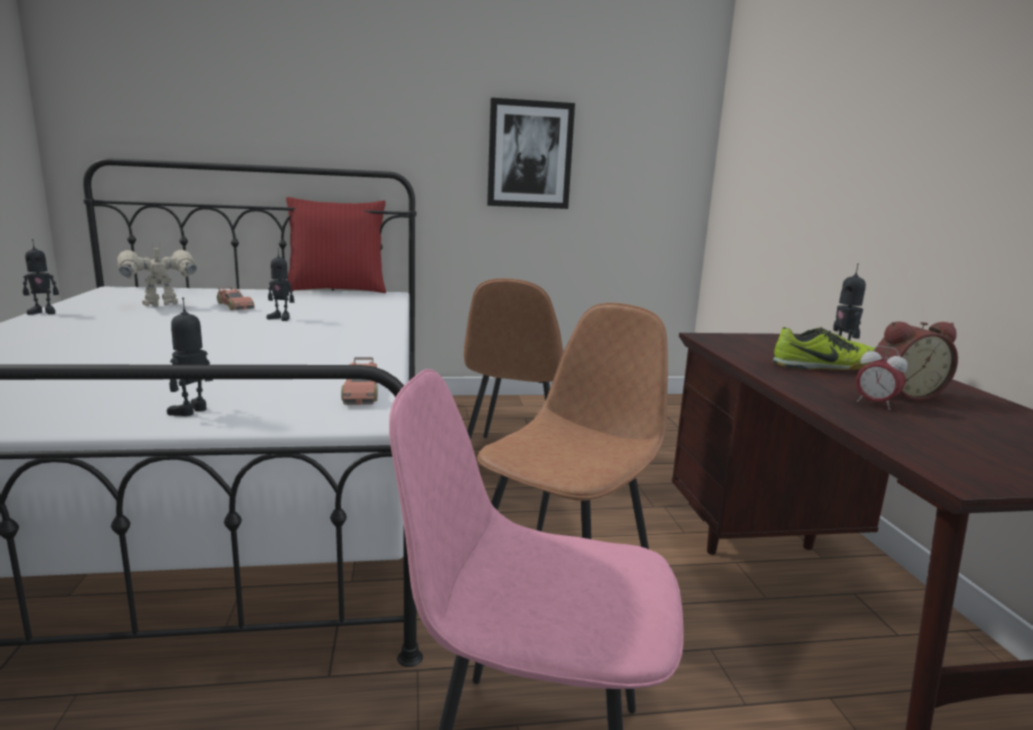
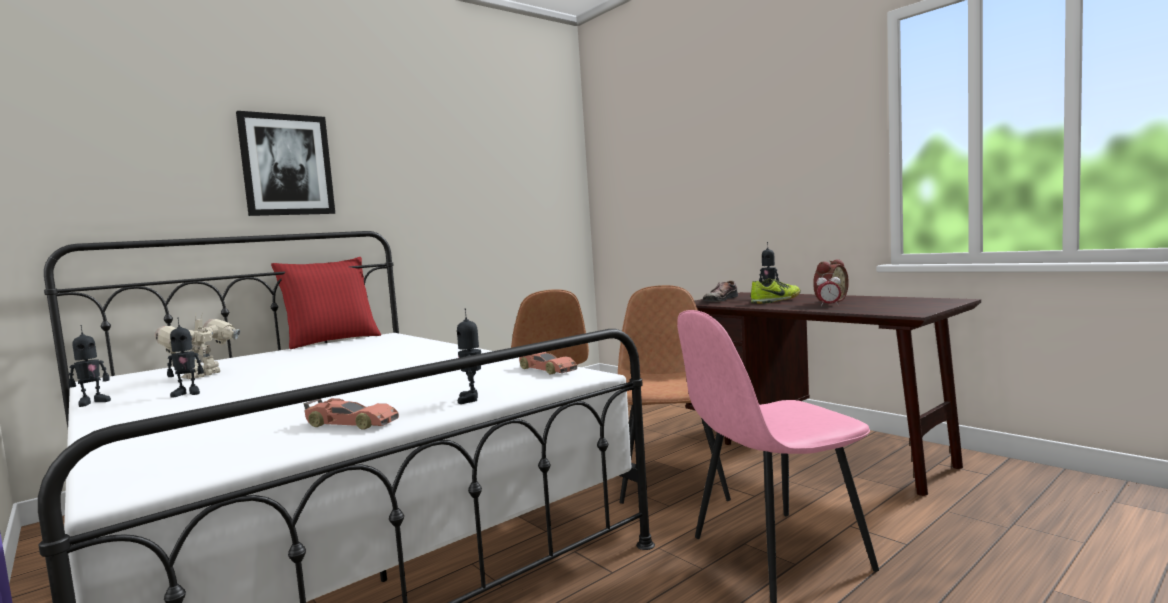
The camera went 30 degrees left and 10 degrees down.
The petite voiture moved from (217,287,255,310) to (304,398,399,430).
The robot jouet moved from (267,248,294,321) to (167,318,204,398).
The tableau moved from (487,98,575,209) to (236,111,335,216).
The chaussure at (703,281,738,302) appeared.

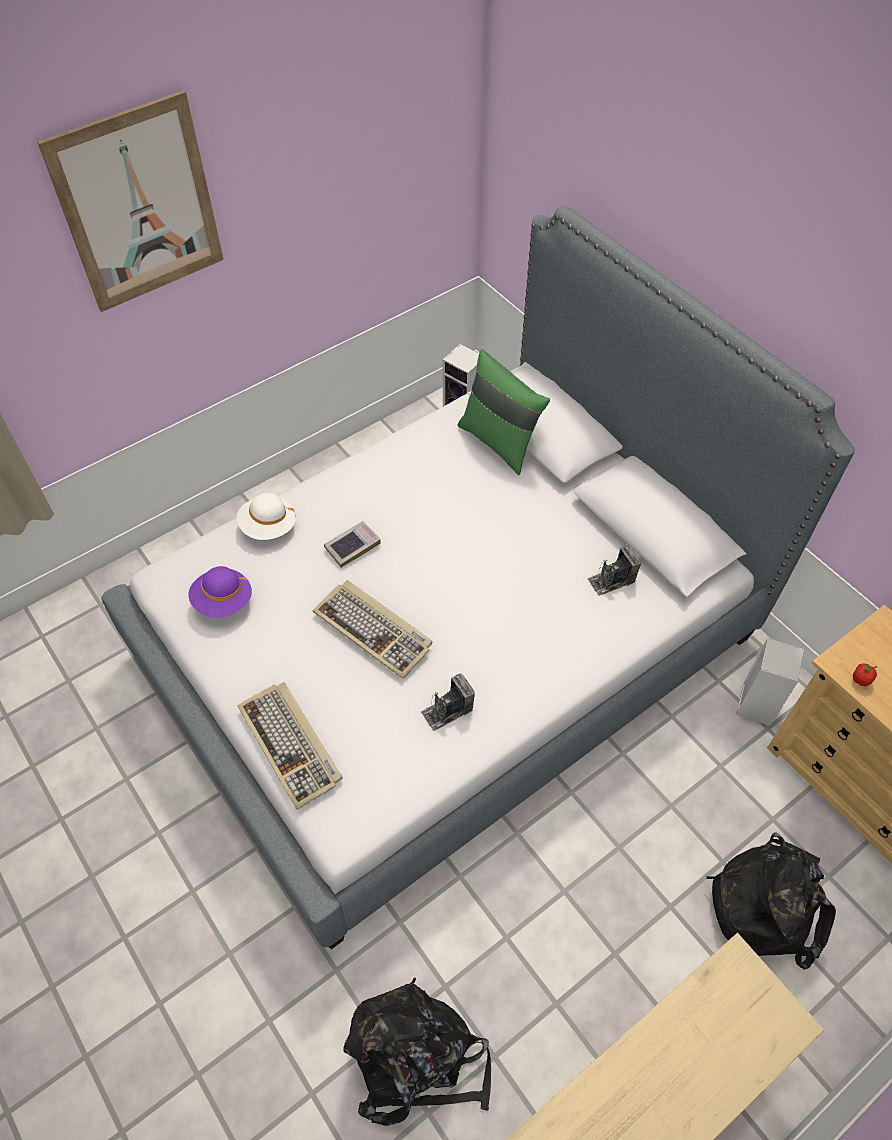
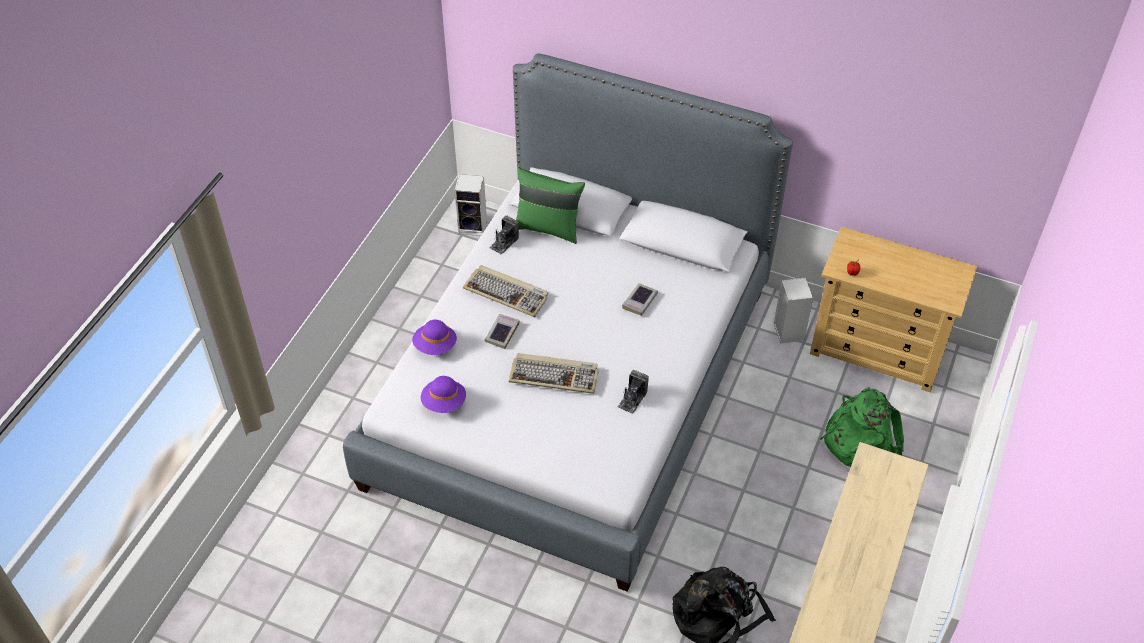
The camera went 30 degrees left and 5 degrees down.
The tableau at (37,90,224,312) disappeared.
The chapeau/blanc at (237,493,296,540) became the chapeau/violet at (412,320,457,355).
The clavier moved from (238,682,342,809) to (463,265,548,317).
The appareil photo moved from (587,546,641,596) to (489,215,519,254).
The sac à dos/noir at (706,832,836,970) became the sac à dos/vert at (820,388,904,467).
The livre at (622,283,658,316) appeared.

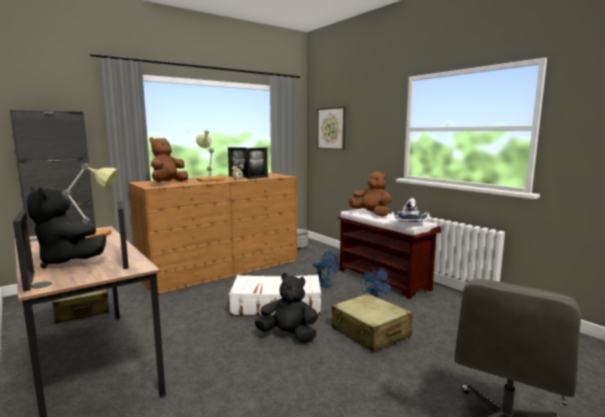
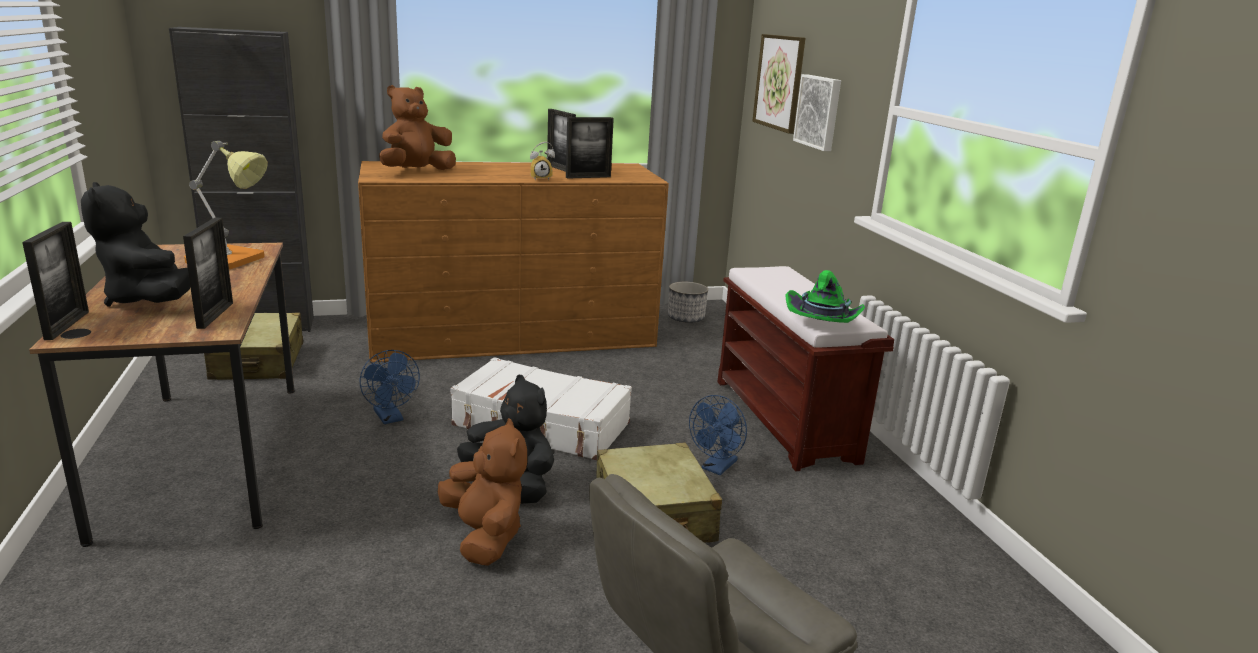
The camera went 20 degrees right and 10 degrees up.
The lampe de table at (196,130,224,182) disappeared.
The ventilateur/bleu moved from (313,251,338,288) to (360,350,420,424).
The peluche/marron moved from (349,170,392,217) to (438,418,527,566).
The chapeau/blanc at (391,198,430,222) became the chapeau/vert at (785,270,865,323).
The tableau at (793,74,841,151) appeared.

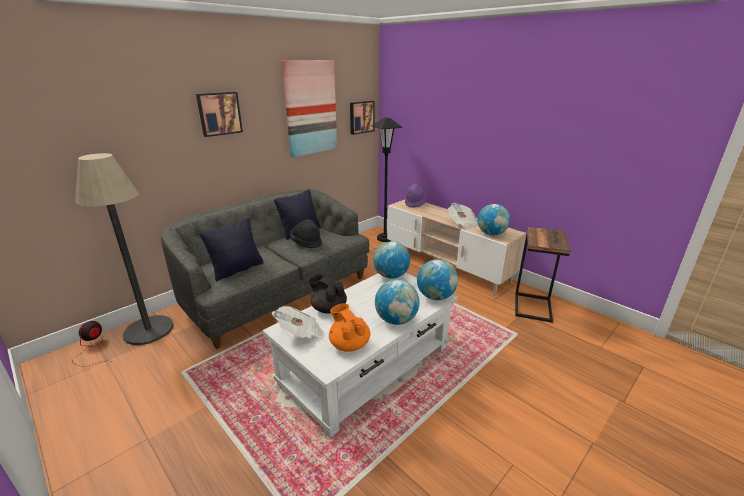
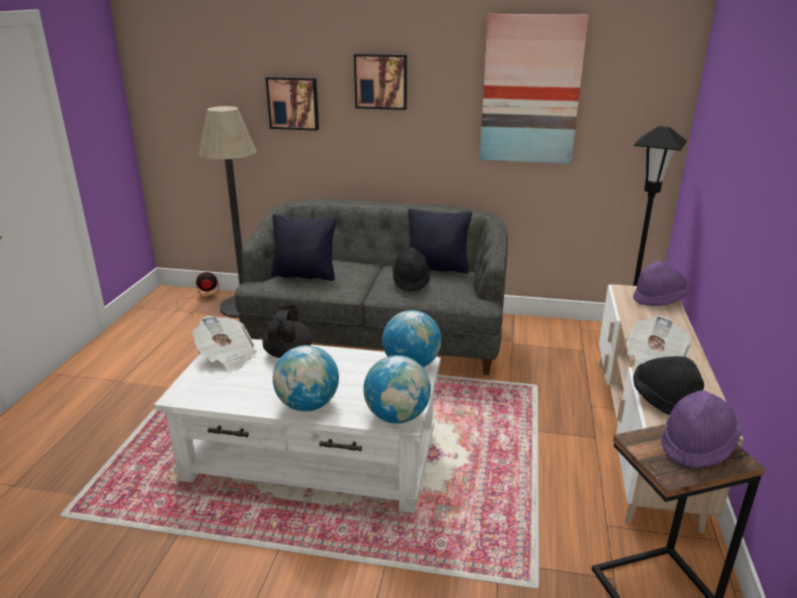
The camera went 55 degrees right and 0 degrees up.
The théière/orange at (329,303,370,352) disappeared.
The tableau moved from (350,101,375,135) to (266,77,319,131).
The globe at (477,204,510,235) was replaced by the chapeau/noir at (633,356,704,415).
The chapeau/violet at (661,390,742,468) appeared.

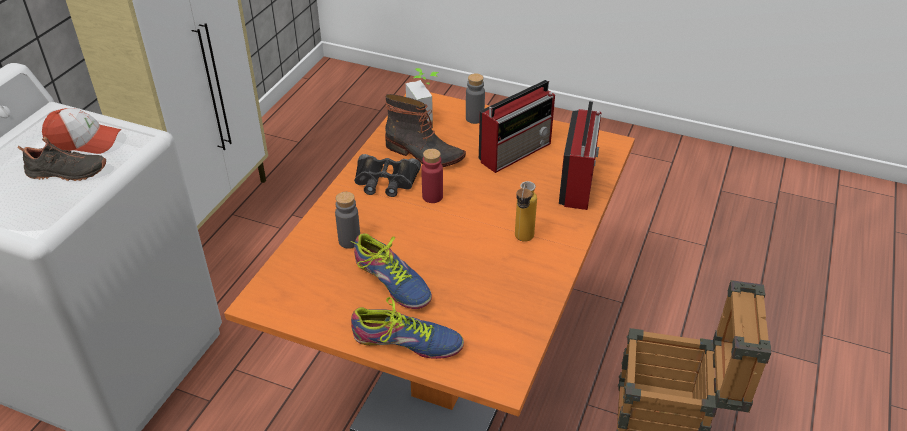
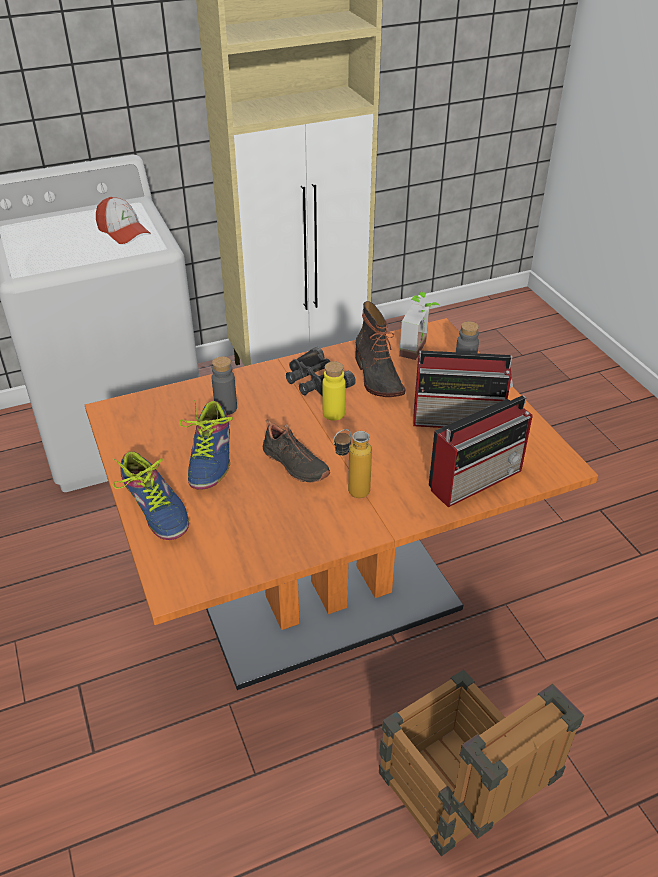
The camera went 45 degrees right and 0 degrees up.
The chaussure/noir moved from (17,137,106,181) to (263,419,330,483).
The bouteille/rouge at (421,149,443,203) became the bouteille/jaune at (322,361,346,421).

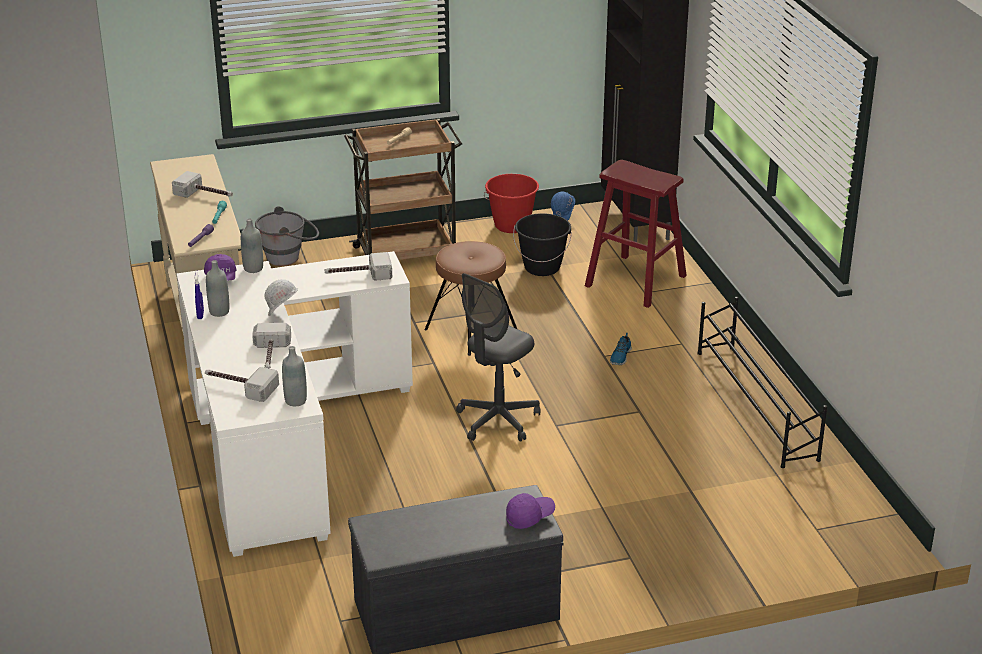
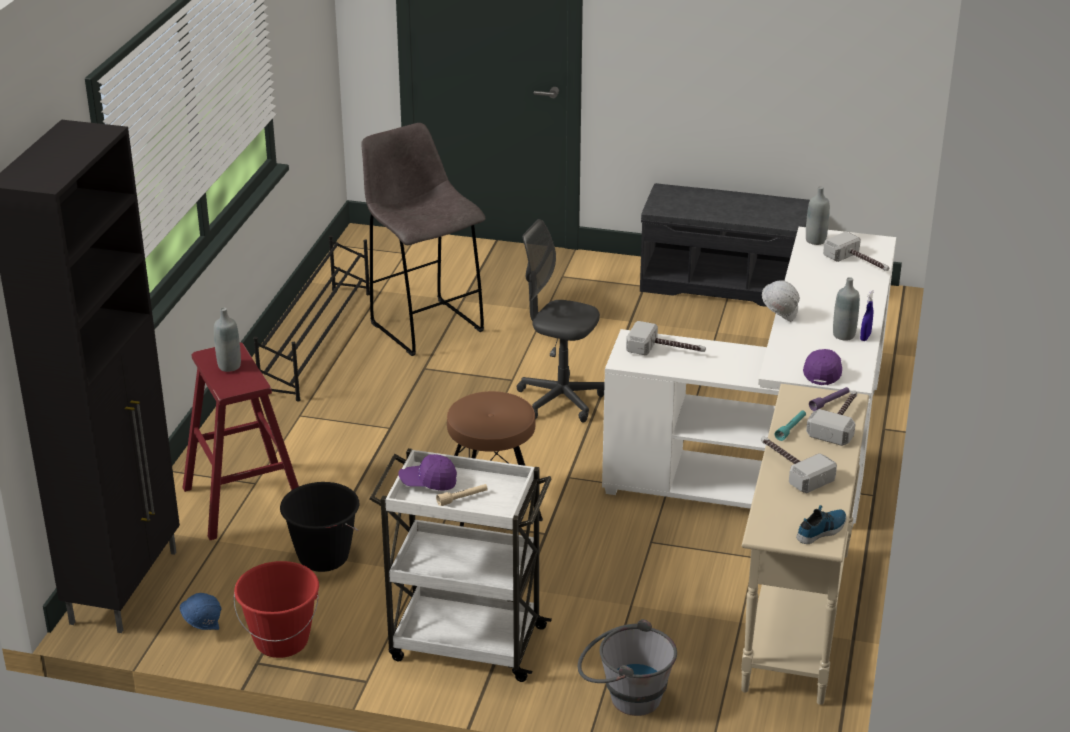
The camera went 150 degrees left and 0 degrees up.
The bouteille/gris moved from (241,218,263,273) to (214,308,241,372).
The marteau moved from (252,323,291,369) to (806,391,857,446).
The chariot/marron at (344,119,462,260) became the chariot/blanc at (369,448,552,682).
The chaise de bureau/gris at (456,273,540,442) turned 135 degrees counterclockwise.
The casquette/violet moved from (506,493,555,529) to (398,454,457,490).
The chaussure moved from (610,333,632,365) to (796,505,846,544).
The tabouret/gris at (361,123,485,356) appeared.

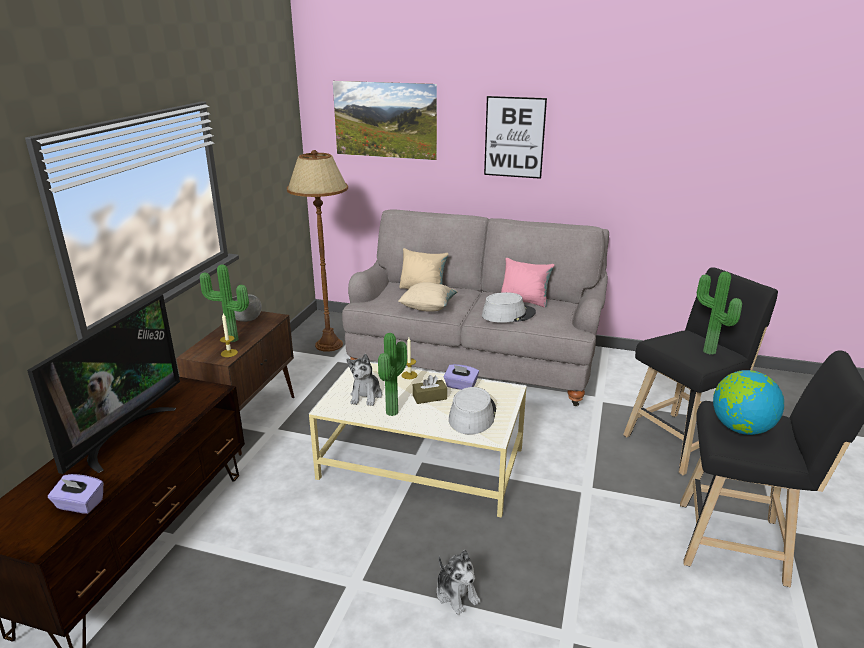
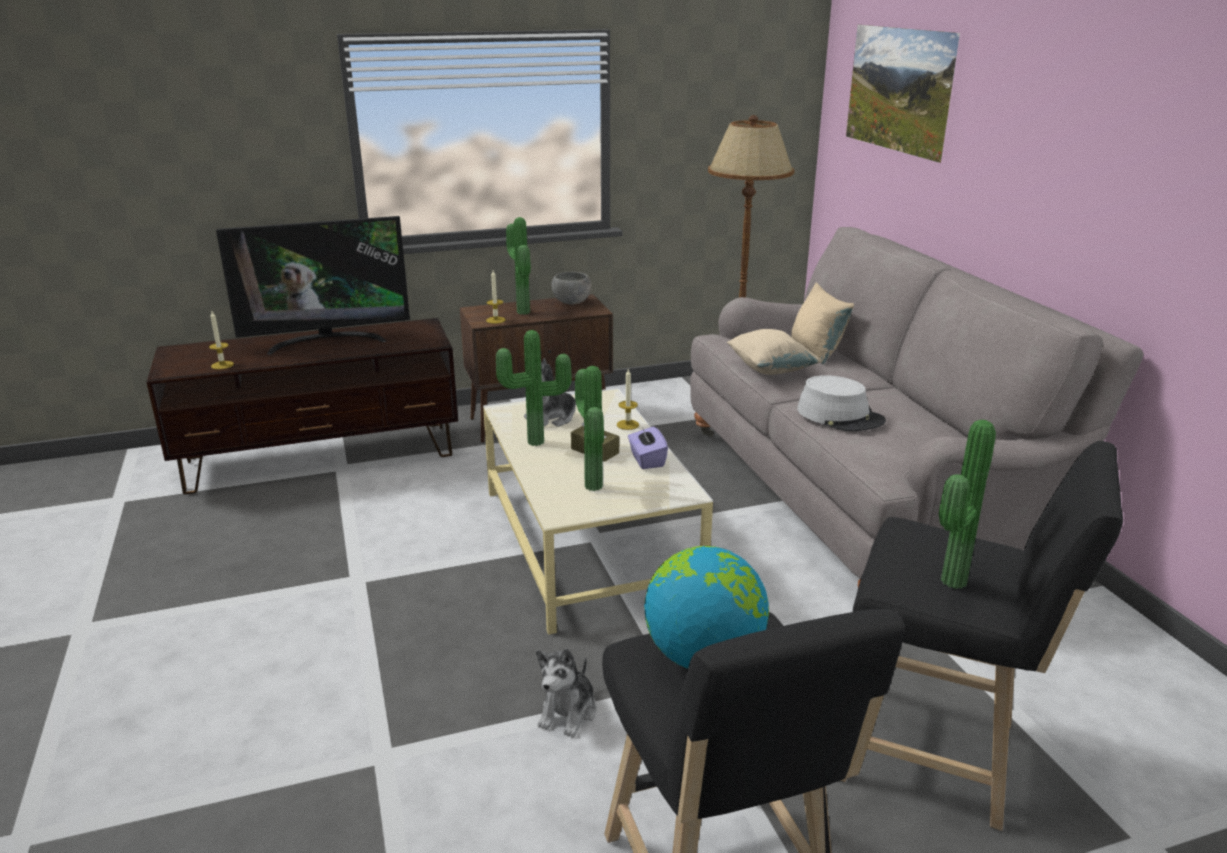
The camera went 55 degrees right and 0 degrees up.
The boîte à mouchoirs/violet at (48,474,103,514) was replaced by the bougie at (209,311,234,369).
The peluche moved from (437,550,481,615) to (536,648,597,738).
The chapeau/gris at (449,387,496,435) was replaced by the plante en pot at (575,366,604,491).
The tableau at (484,96,547,179) disappeared.
The coussin/rose at (501,258,554,307) disappeared.

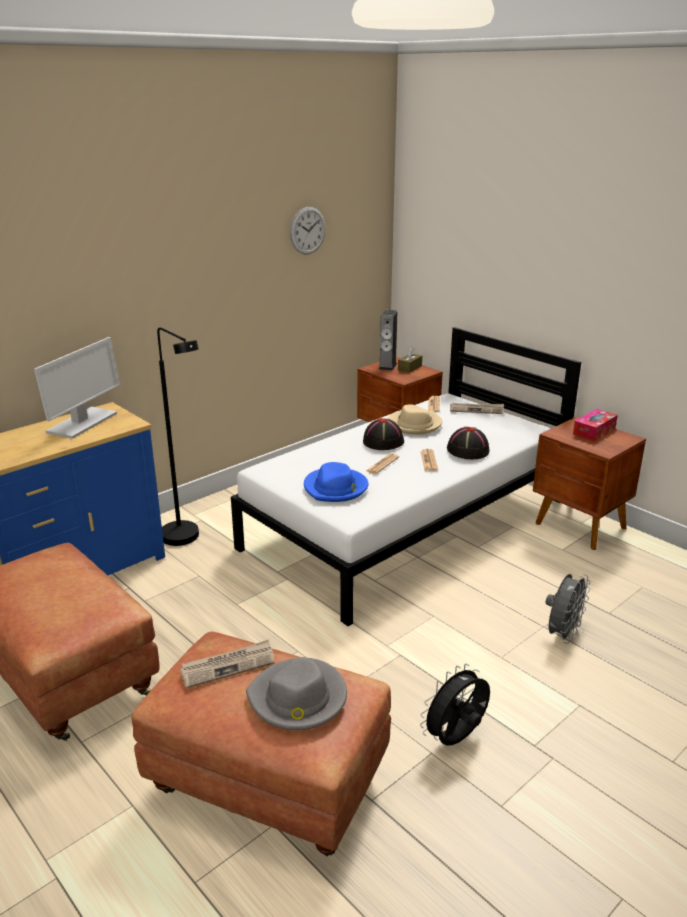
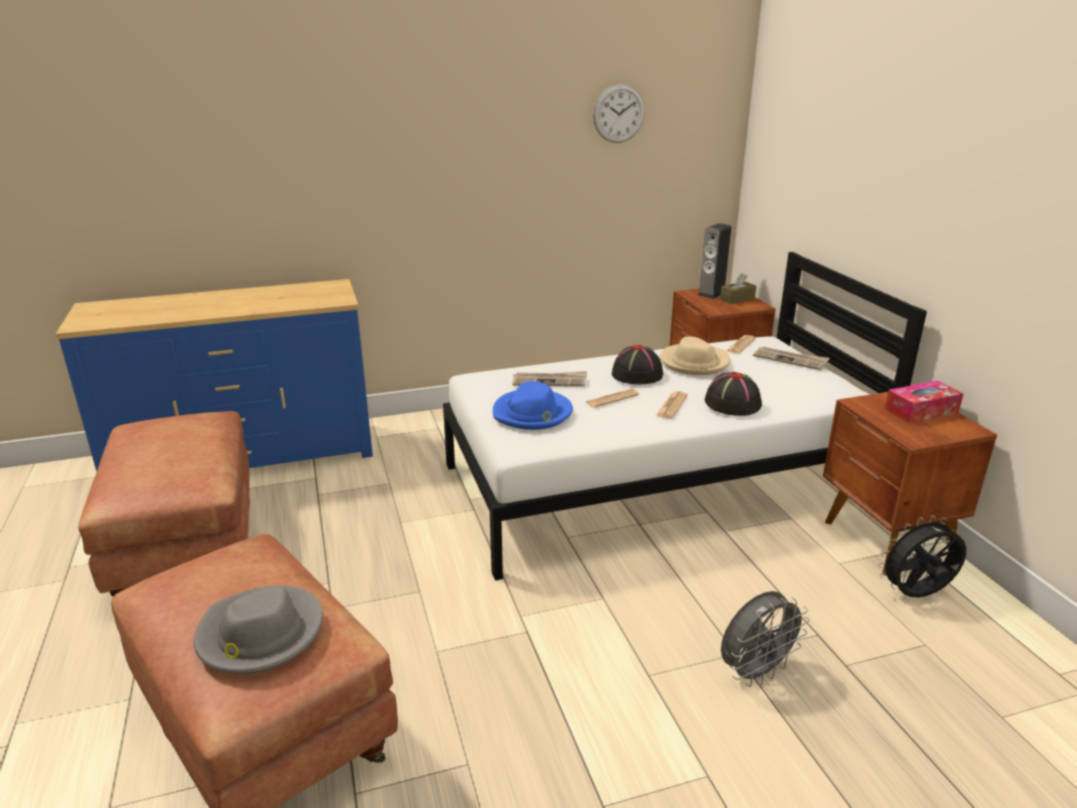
The camera went 25 degrees right and 0 degrees up.
The écran d'ordinateur at (34,337,120,439) disappeared.
The lampadaire/noir at (157,328,199,546) disappeared.
The journal moved from (180,639,274,689) to (512,371,587,386).
The ventilateur/noir moved from (420,664,490,746) to (878,515,966,598).

